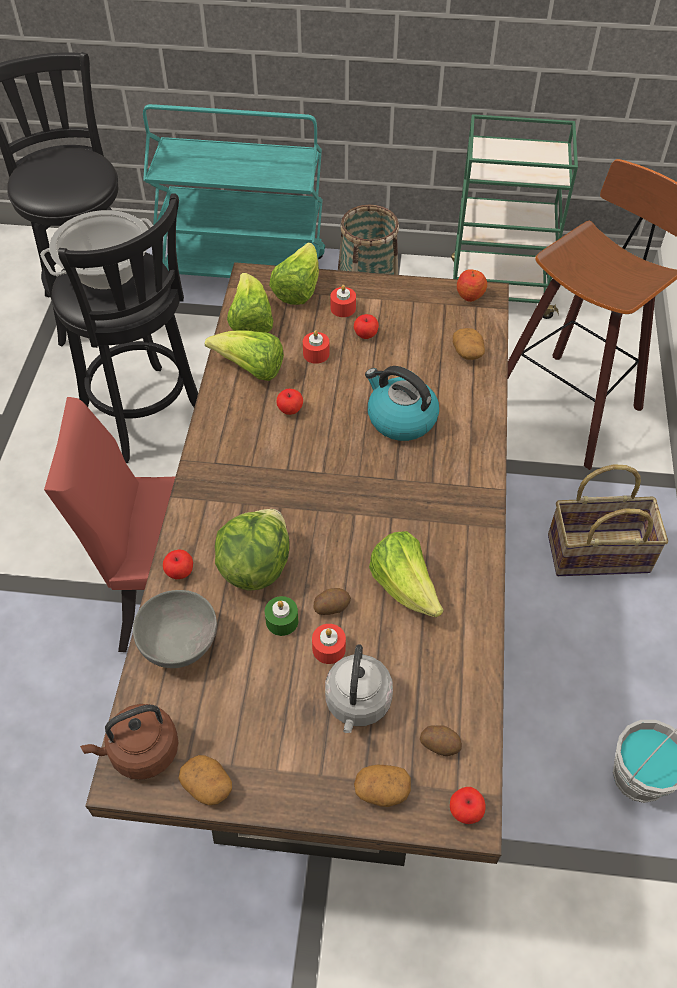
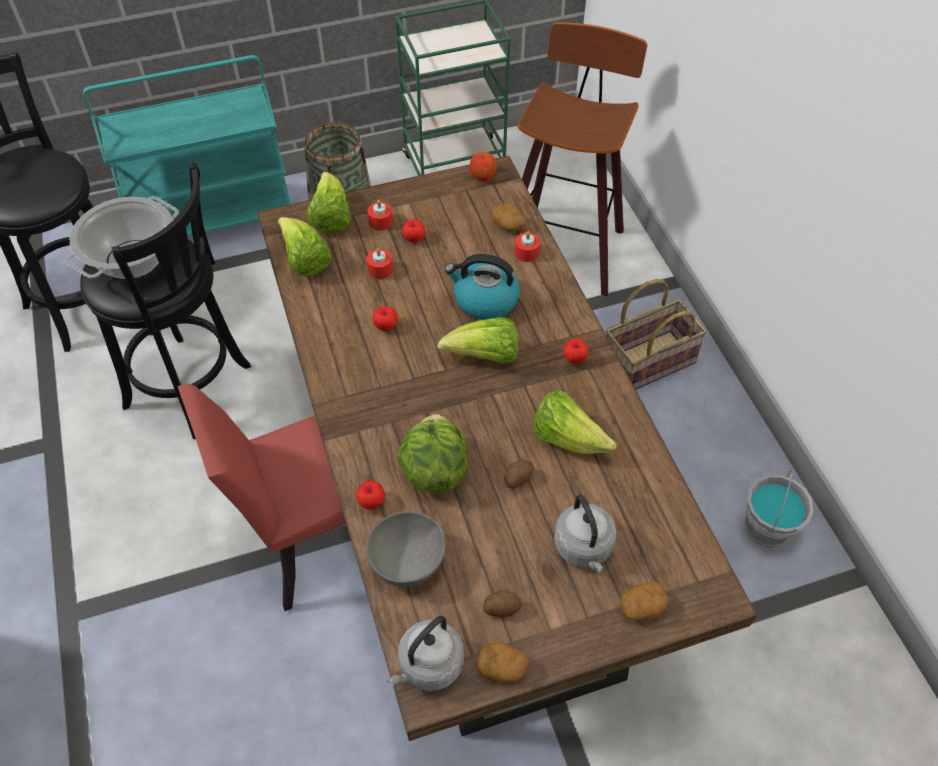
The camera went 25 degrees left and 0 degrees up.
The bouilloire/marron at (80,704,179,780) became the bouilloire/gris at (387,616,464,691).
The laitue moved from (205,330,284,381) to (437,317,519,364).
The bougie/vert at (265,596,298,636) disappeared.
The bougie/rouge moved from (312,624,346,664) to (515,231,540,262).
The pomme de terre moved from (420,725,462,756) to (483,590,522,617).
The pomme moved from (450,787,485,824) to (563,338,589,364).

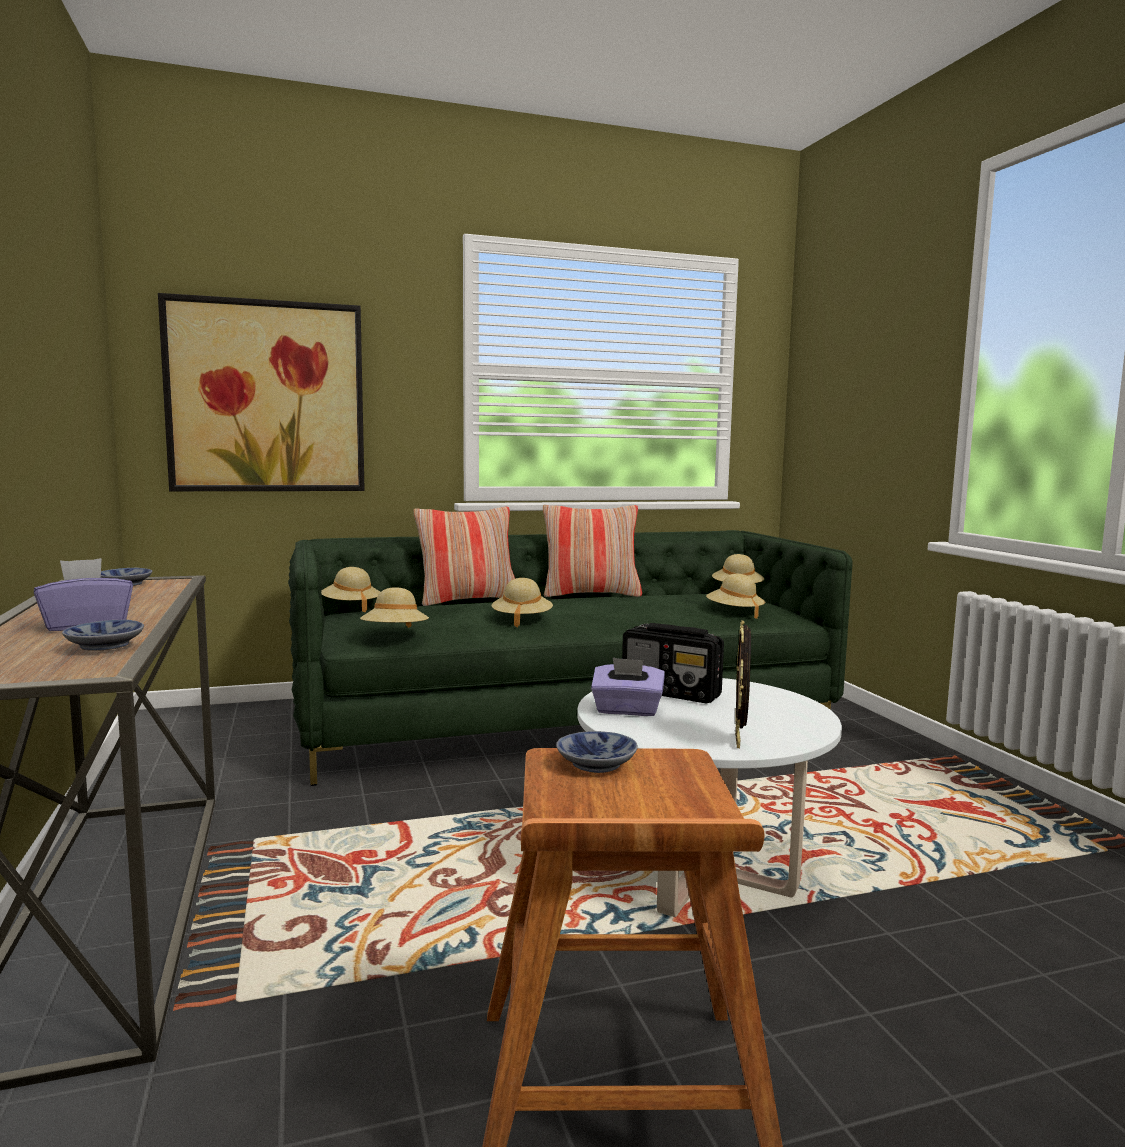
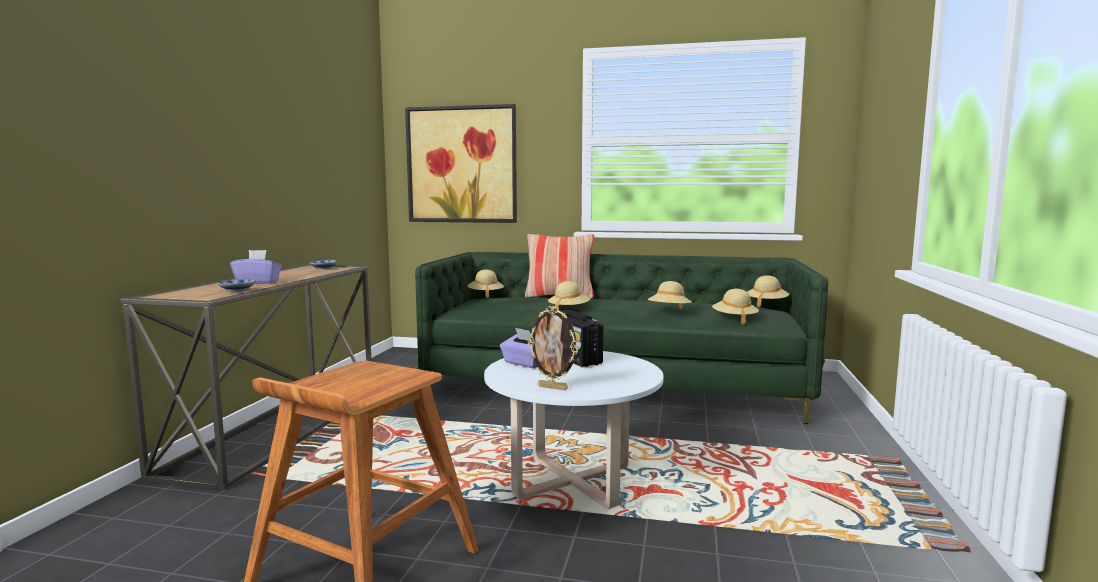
The camera went 30 degrees right and 0 degrees up.
The chapeau/beige moved from (360,587,429,628) to (647,281,692,309).
The coussin at (543,505,642,597) disappeared.
The bol at (556,731,638,773) disappeared.
The cadre photo at (735,621,751,748) turned 105 degrees counterclockwise.

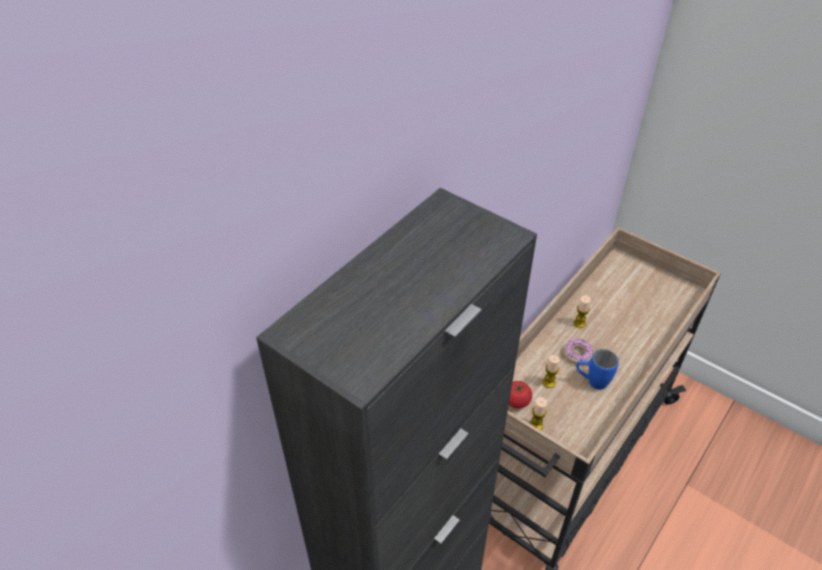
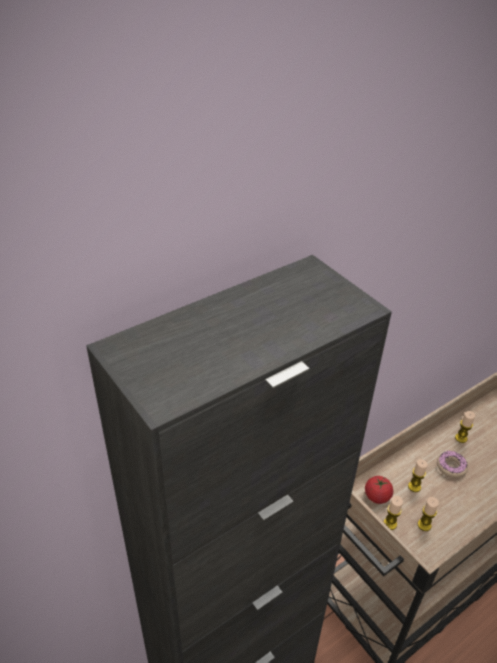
The camera went 15 degrees right and 5 degrees down.
The mug/bleu at (576,349,619,390) disappeared.
The bougie at (418,497,439,531) appeared.

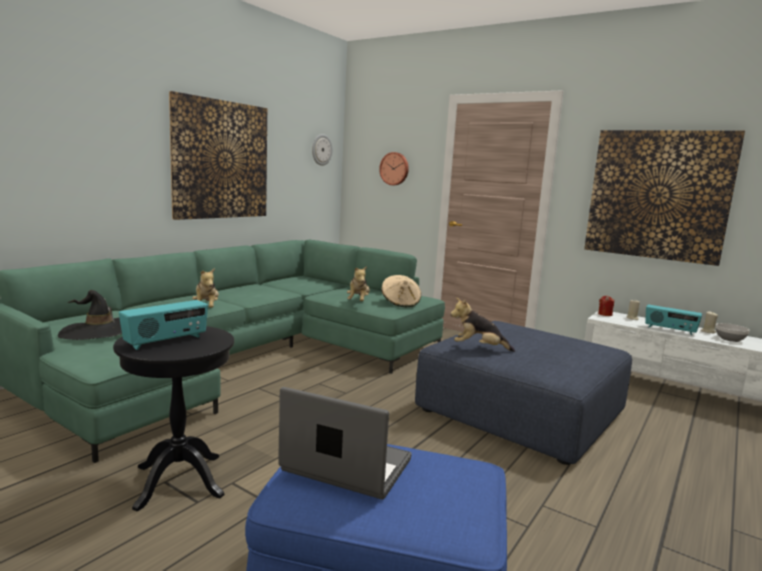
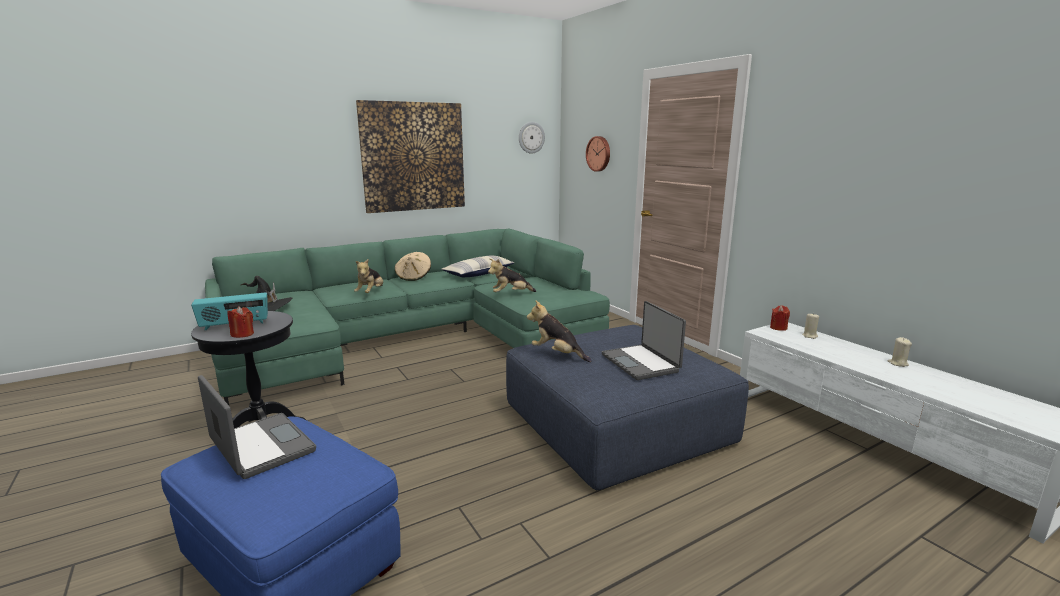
The camera went 25 degrees right and 5 degrees up.
The peluche at (347,266,370,301) turned 45 degrees clockwise.
The chapeau/beige moved from (381,275,421,307) to (395,252,431,281).
The tableau at (584,130,745,266) disappeared.
The radio at (645,304,702,335) disappeared.
The bol at (716,323,750,342) disappeared.
The bougie/rouge at (228,306,254,338) appeared.
The coussin at (441,256,514,277) appeared.
The ordinateur portable at (602,301,686,380) appeared.

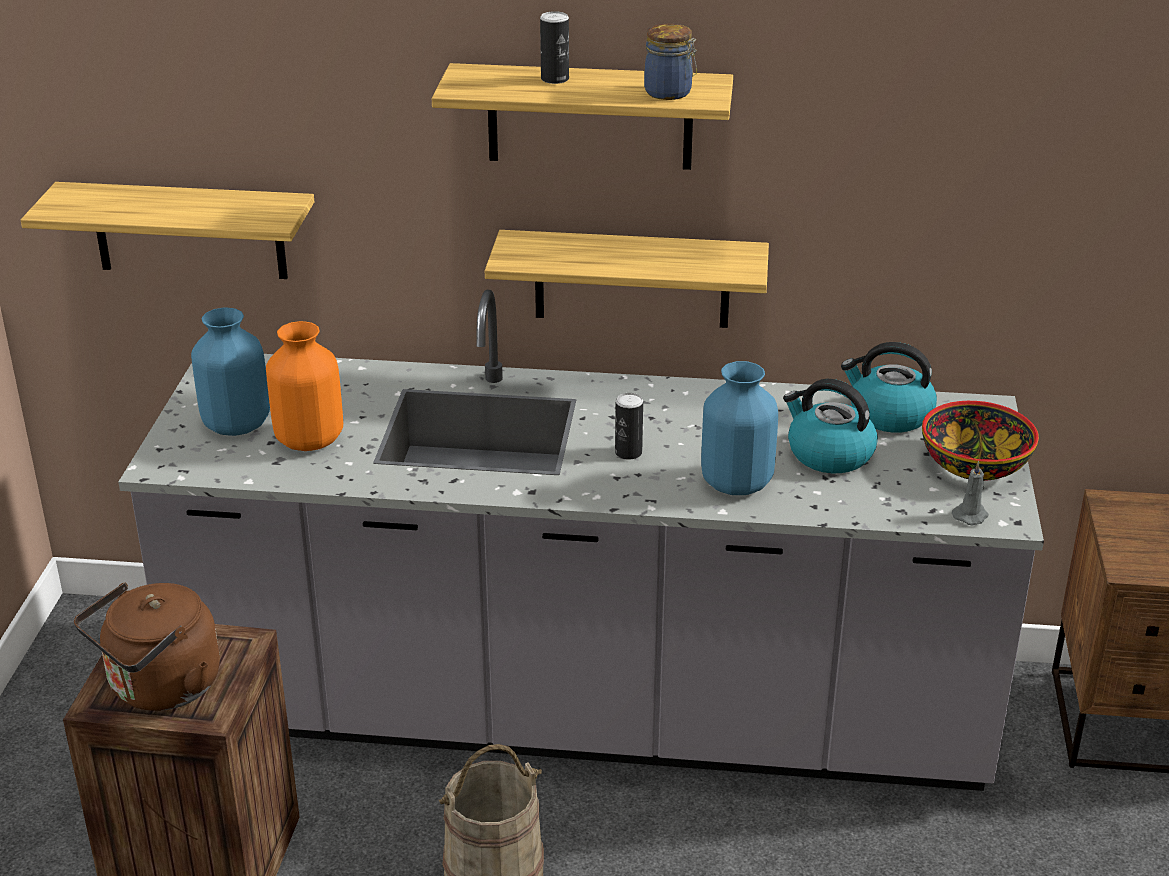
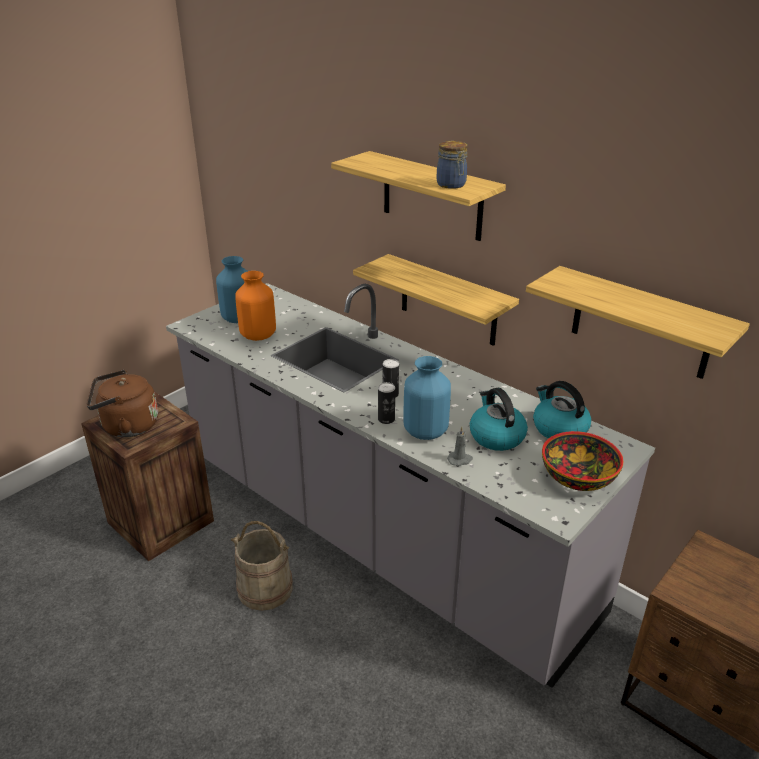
The camera went 35 degrees right and 0 degrees up.
The étagère moved from (21,182,314,279) to (526,266,750,379).
The boîte métallique moved from (540,11,569,84) to (378,382,395,424).
The bougie/gris moved from (952,461,989,525) to (447,426,473,466).

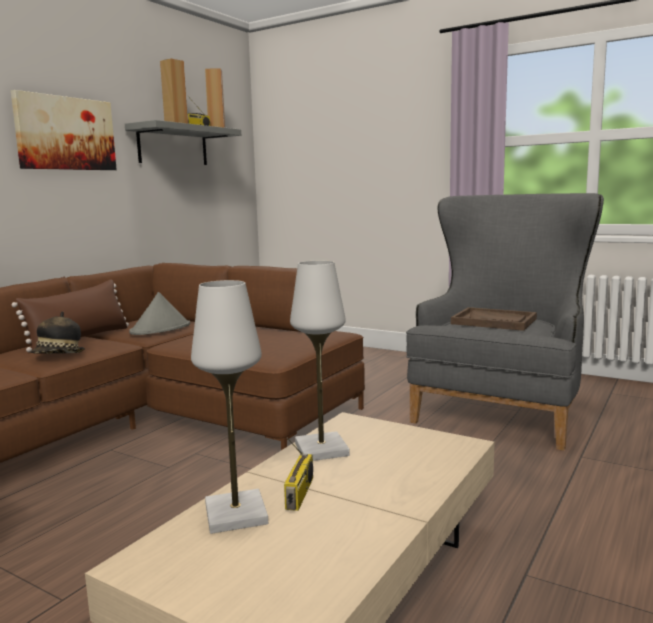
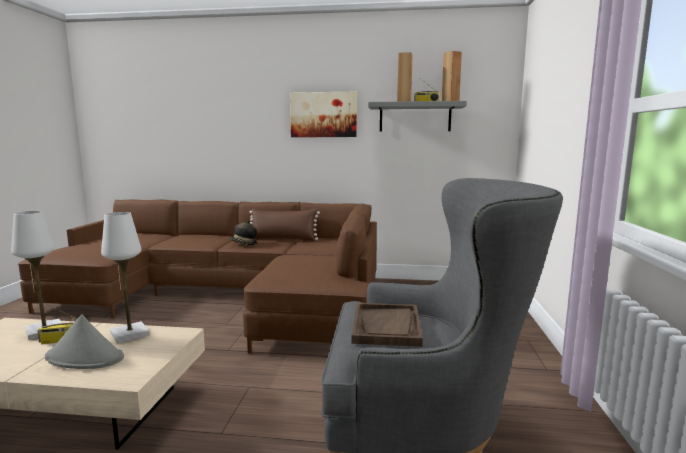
The camera went 65 degrees right and 0 degrees up.
The chapeau/gris moved from (129,292,190,335) to (45,314,124,369).

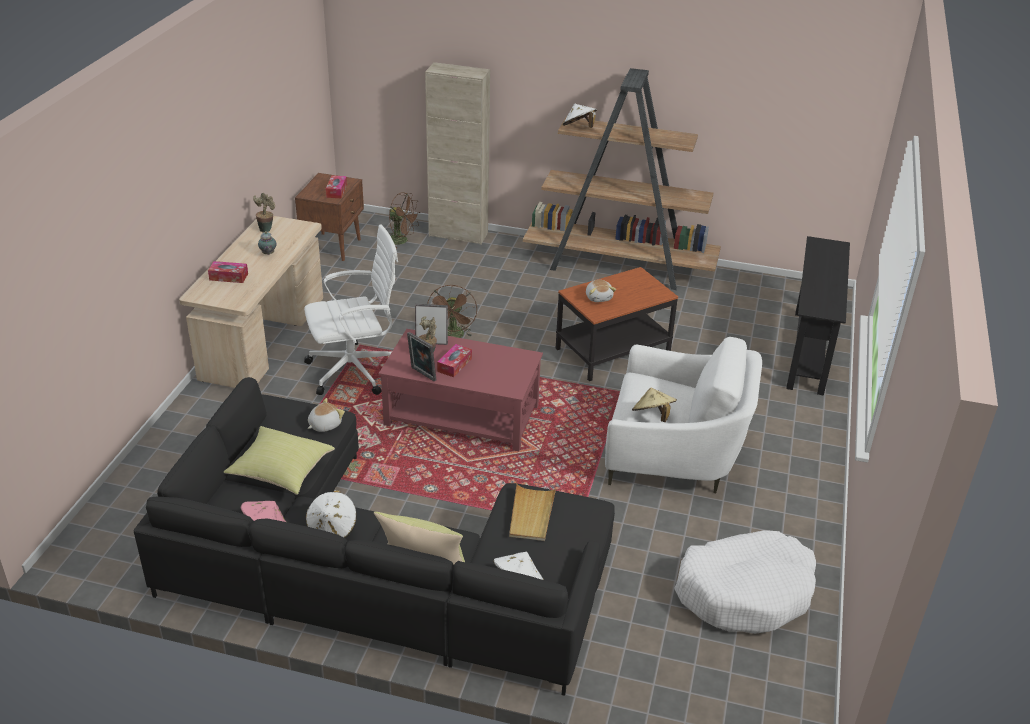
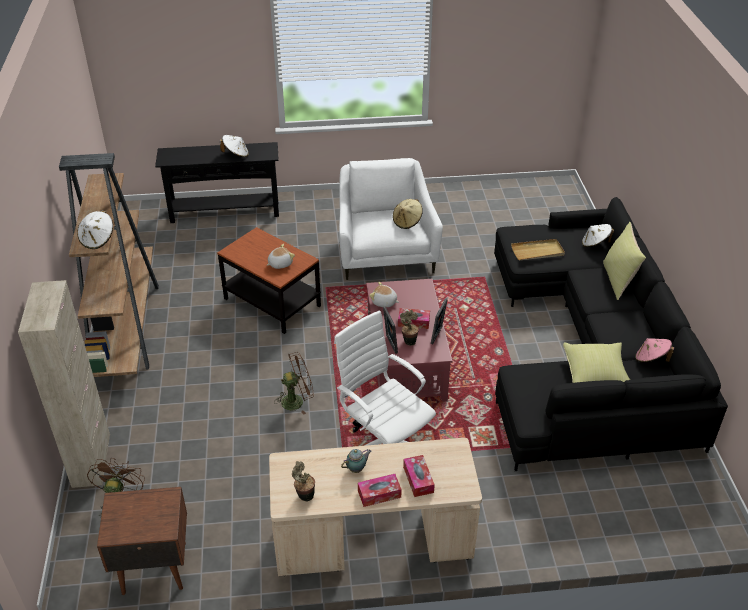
The camera went 110 degrees left and 5 degrees up.
The chapeau/blanc moved from (306,490,357,538) to (220,135,249,157).
The peluche moved from (307,398,345,432) to (369,282,399,307).
The boîte à mouchoirs moved from (326,175,347,198) to (358,474,402,507).
The panier pour chien/blanc at (674,530,816,634) disappeared.

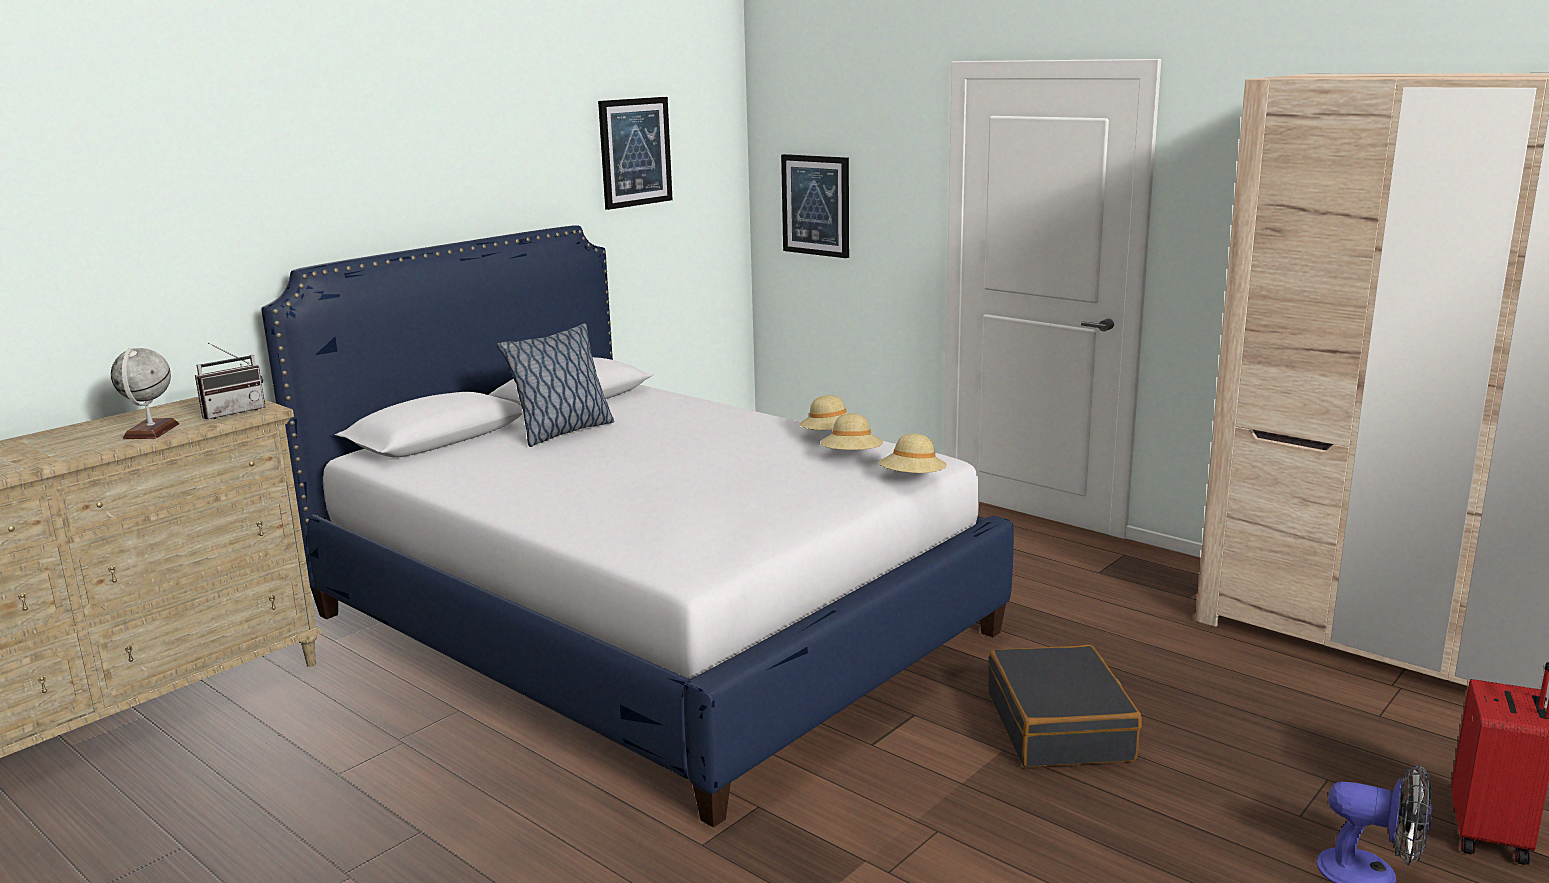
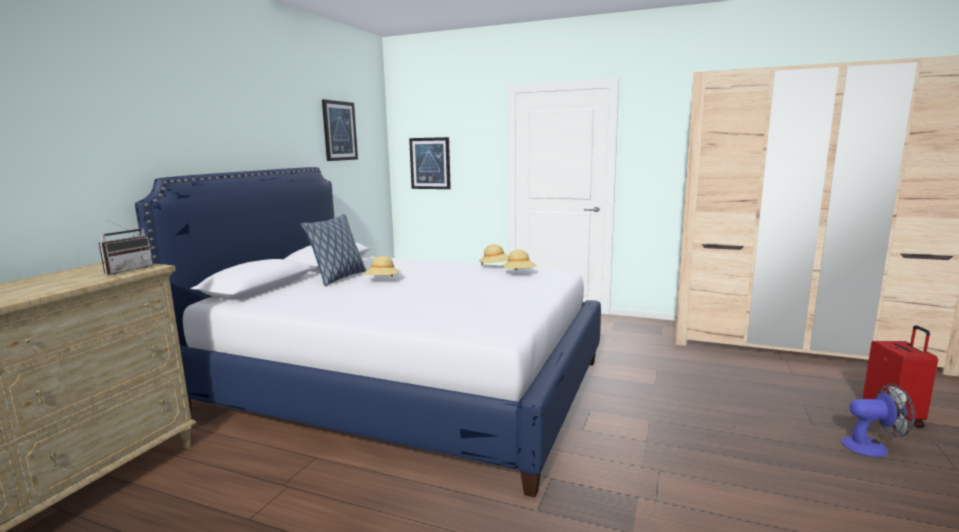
The camera went 20 degrees left and 5 degrees down.
The globe at (111,348,179,439) disappeared.
The chapeau/beige moved from (879,433,947,473) to (364,256,401,277).
The valise/noir at (988,645,1142,767) disappeared.

